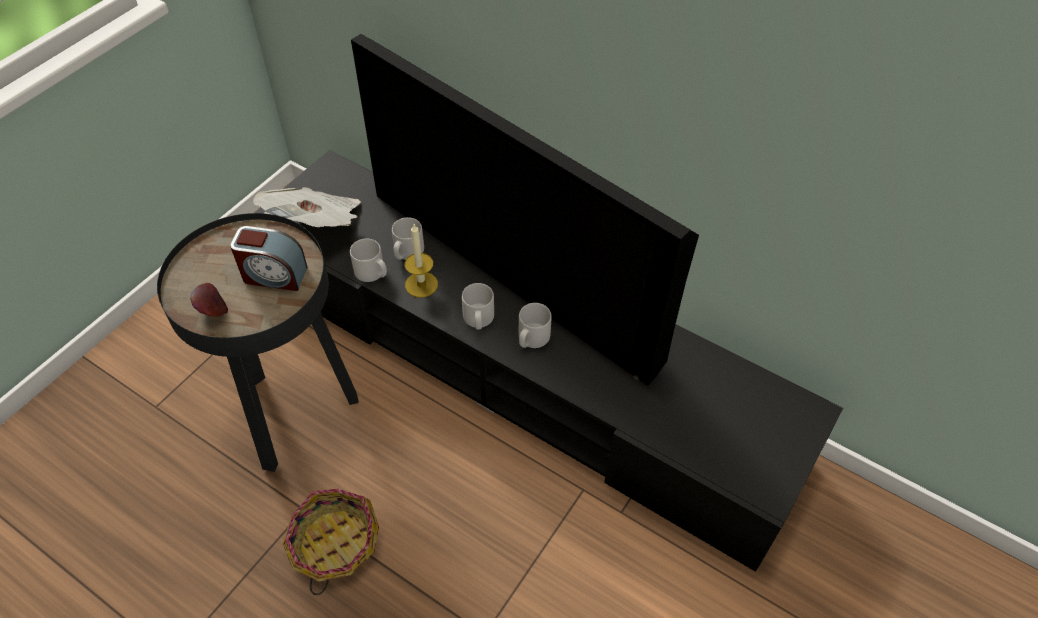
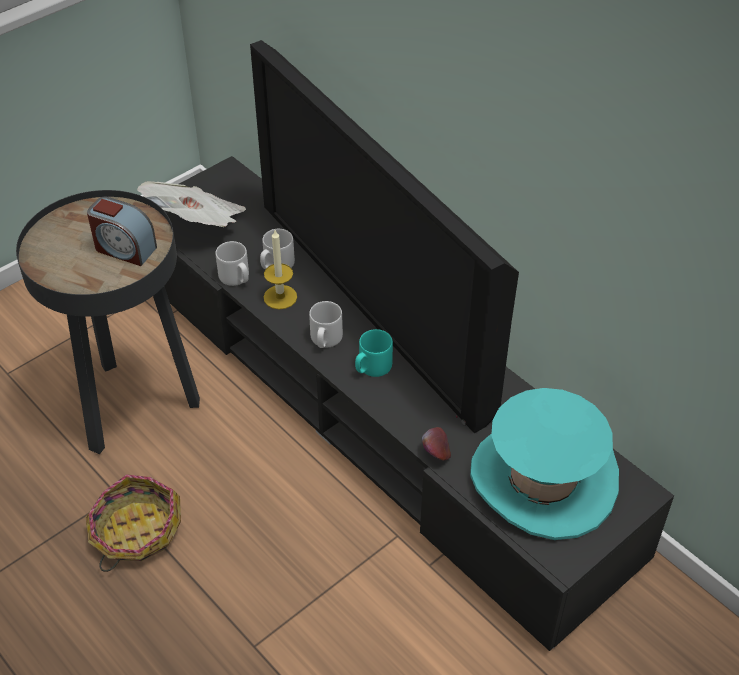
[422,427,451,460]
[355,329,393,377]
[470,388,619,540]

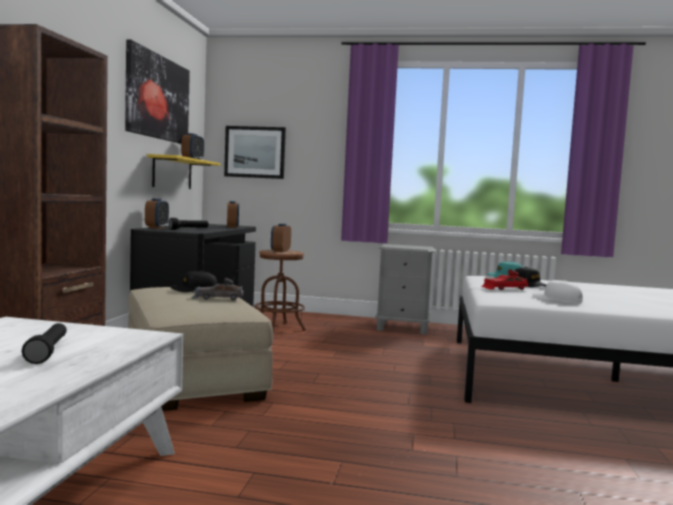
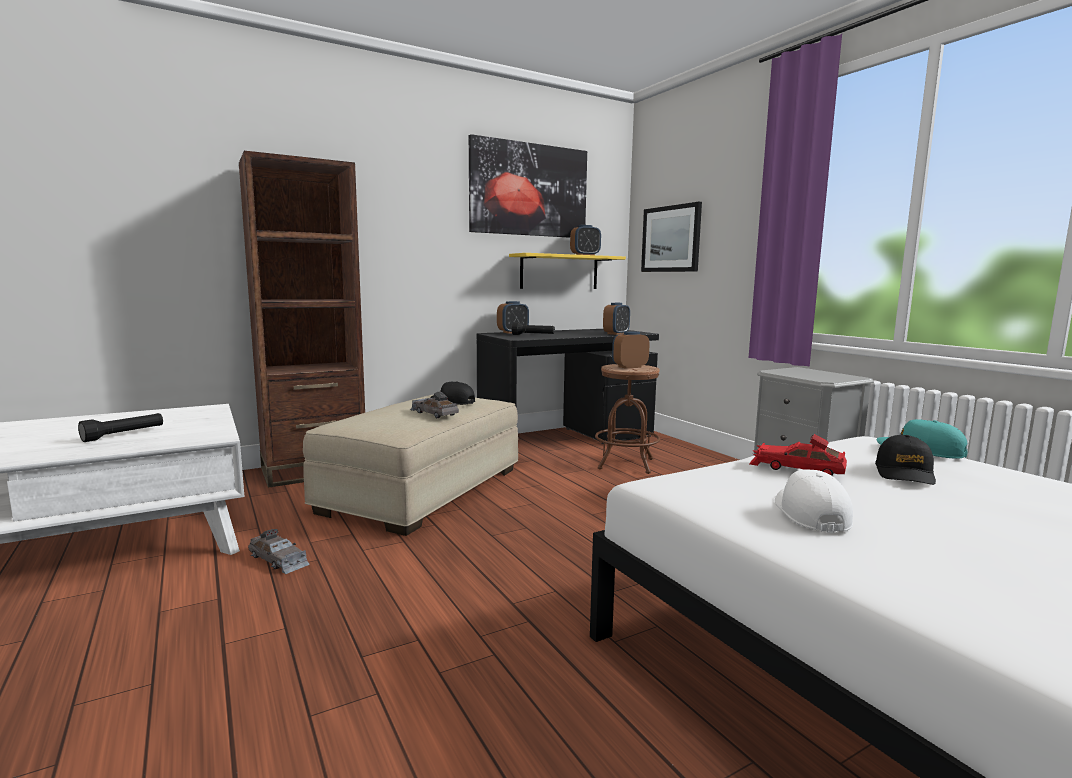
[248,529,310,574]

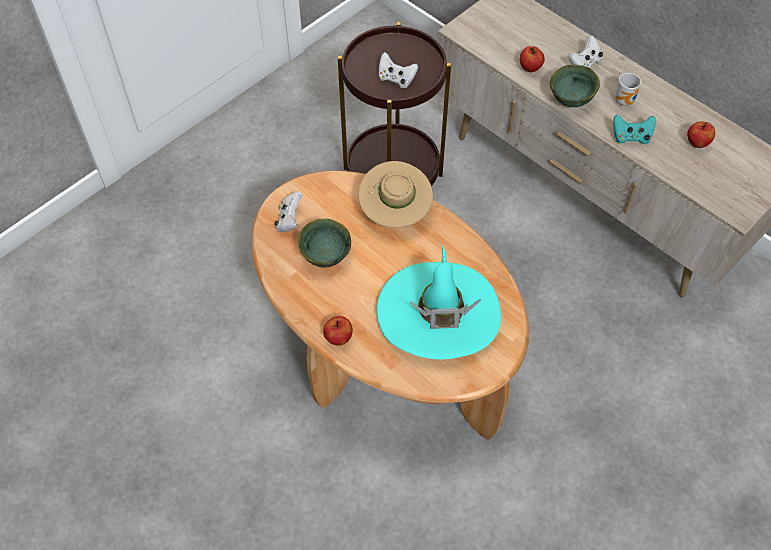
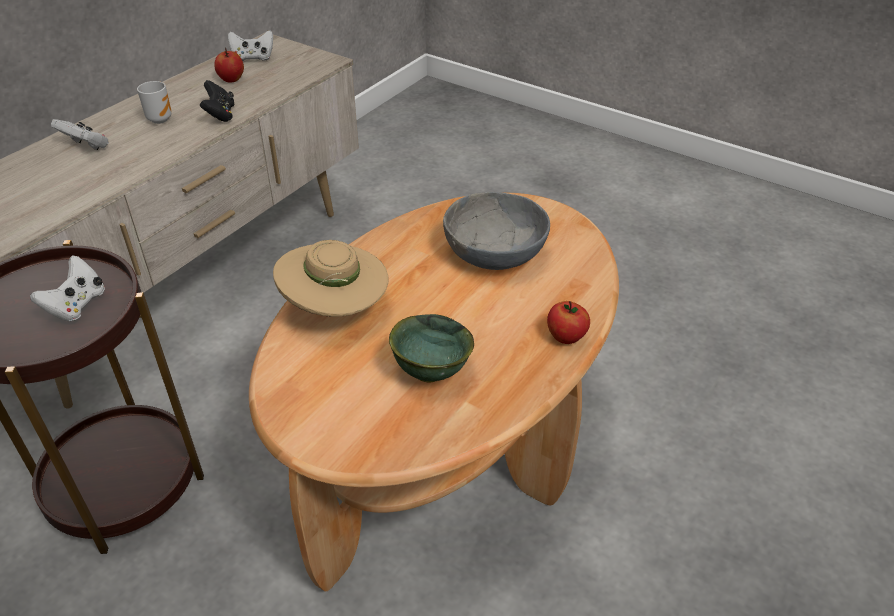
[520,46,545,72] (first image)
[550,65,600,107] (first image)
[200,80,234,122]
[228,30,273,61]
[443,192,550,270]

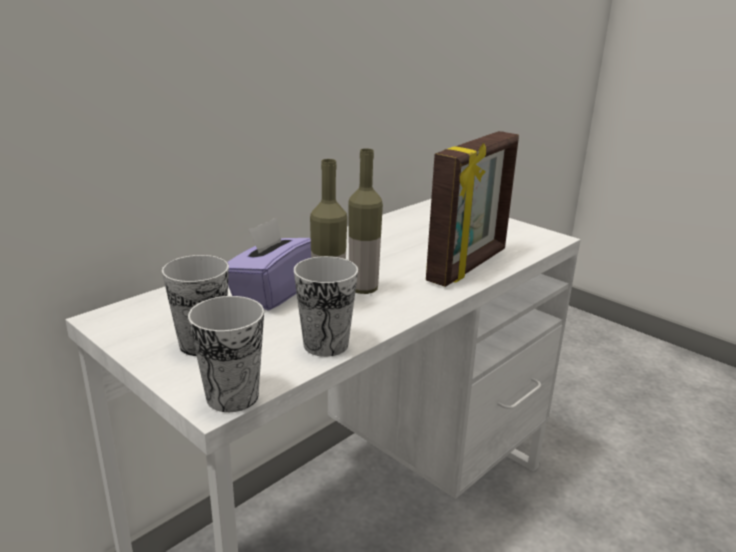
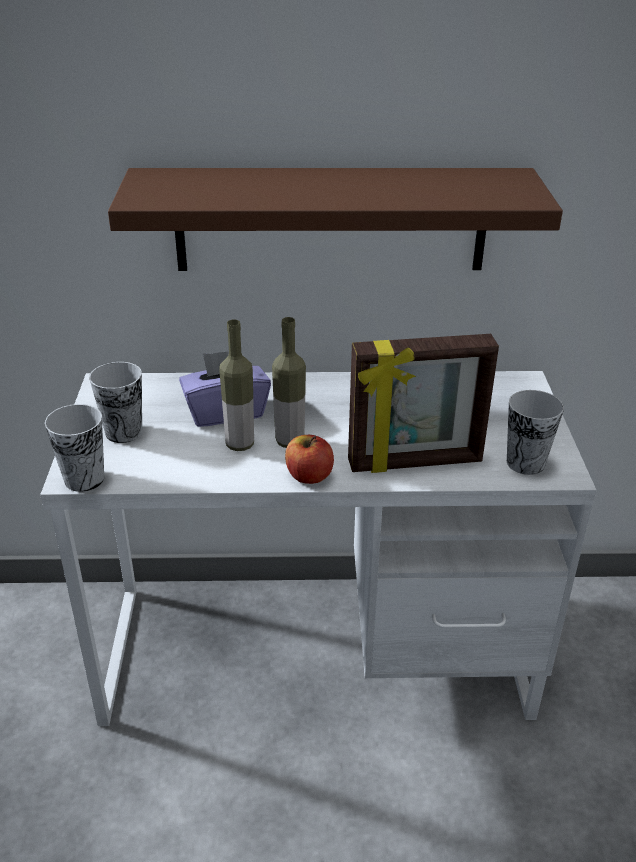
[507,390,564,475]
[108,168,563,271]
[285,435,334,484]

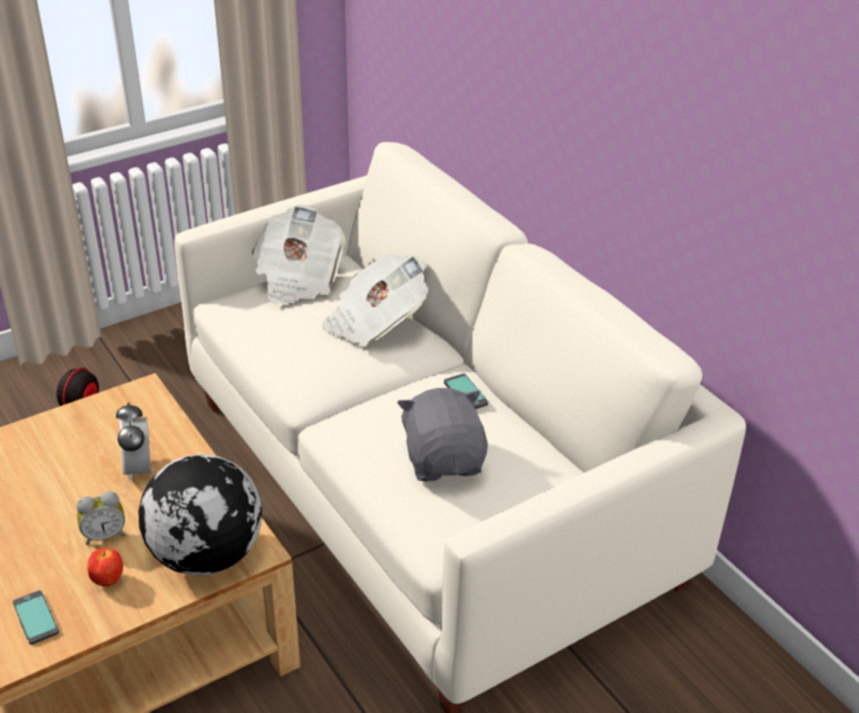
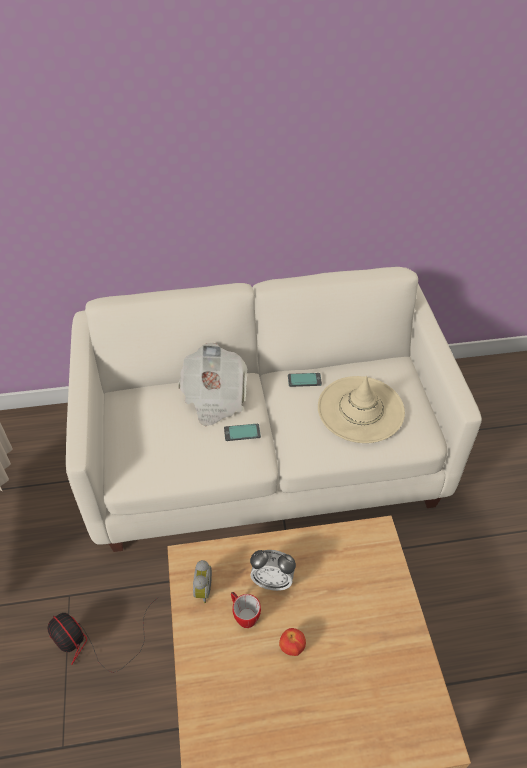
[252,205,346,304] (first image)
[318,376,405,443]
[138,454,262,576] (first image)
[193,560,212,603]
[279,628,306,656]
[224,424,261,441]
[231,592,261,628]

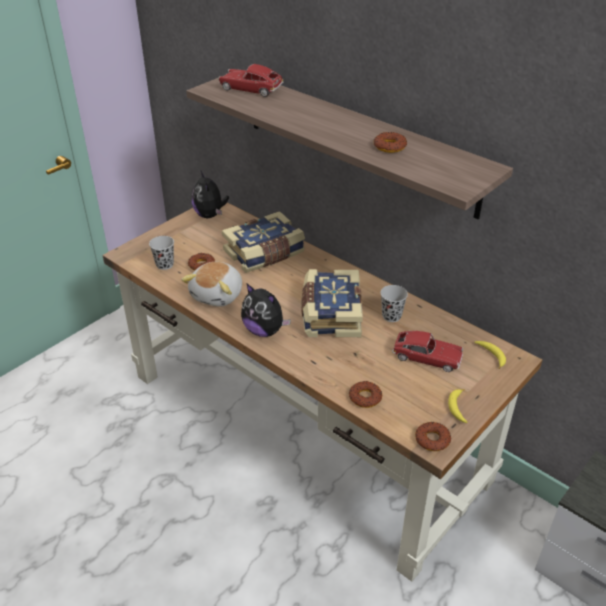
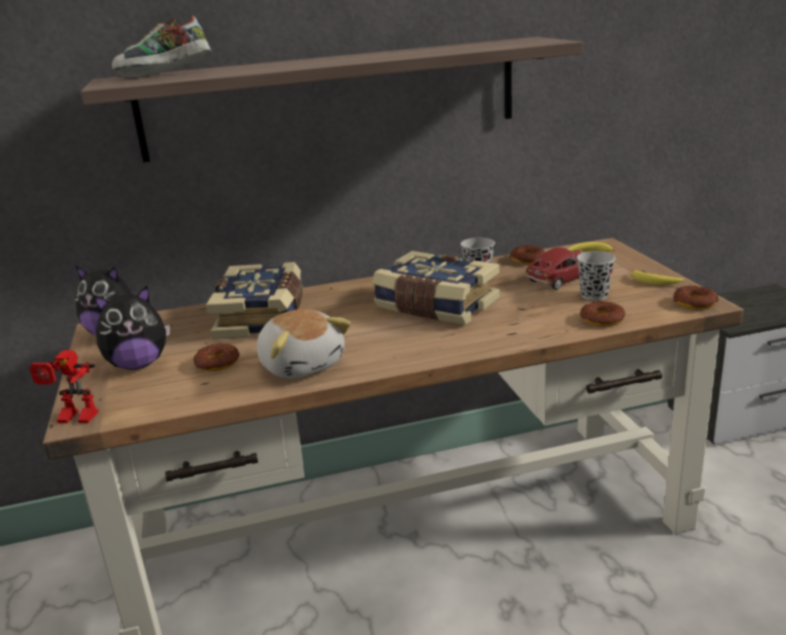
[112,16,211,78]
[509,245,545,264]
[577,251,615,301]
[94,286,170,370]
[29,350,99,423]

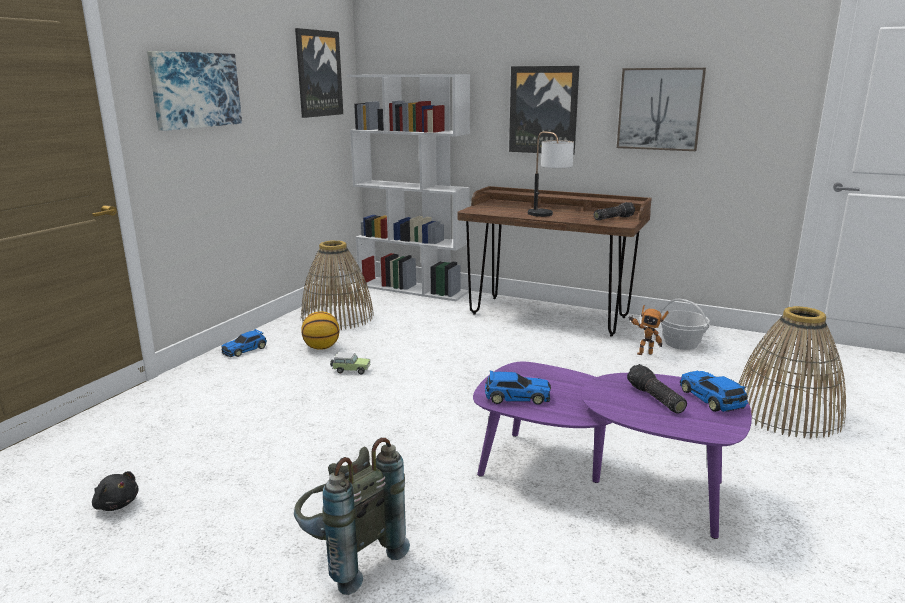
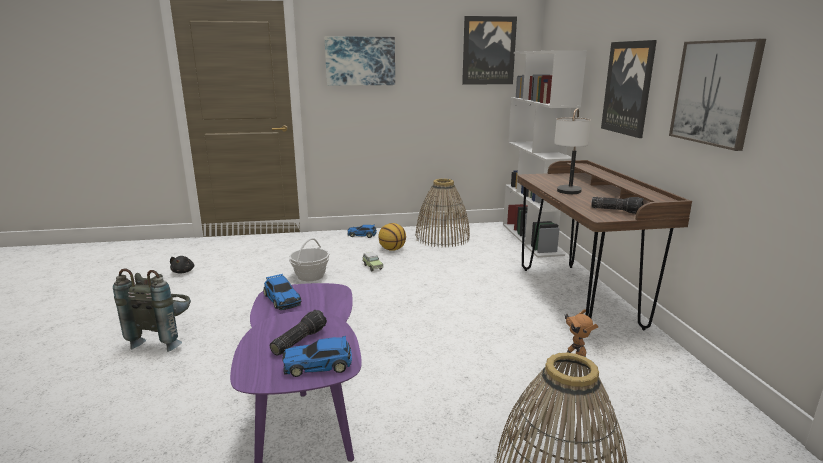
[289,238,329,281]
[282,336,352,377]

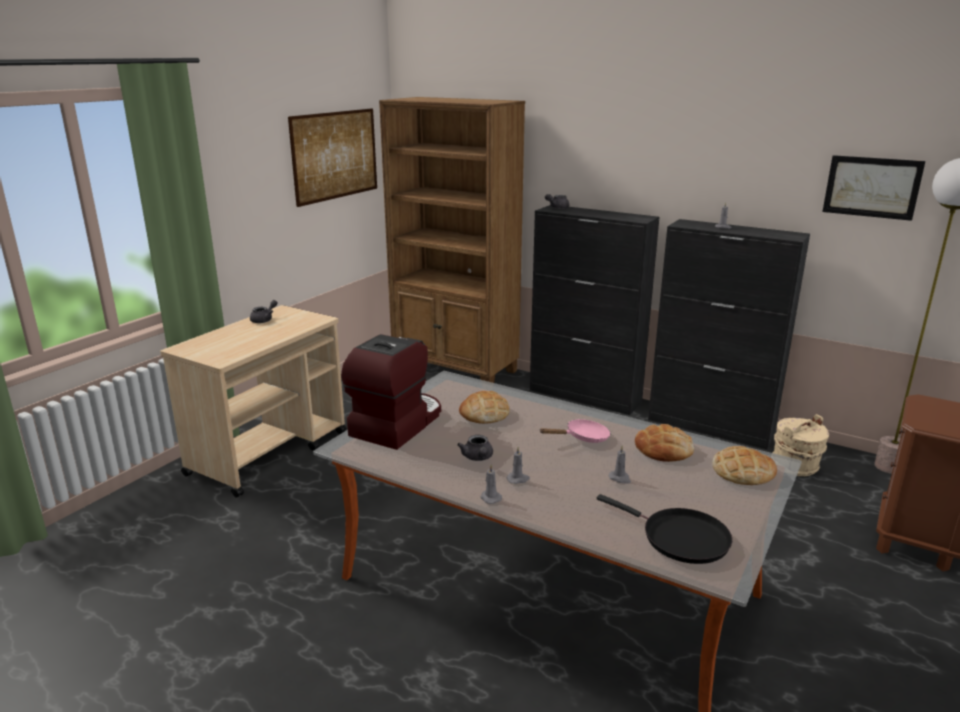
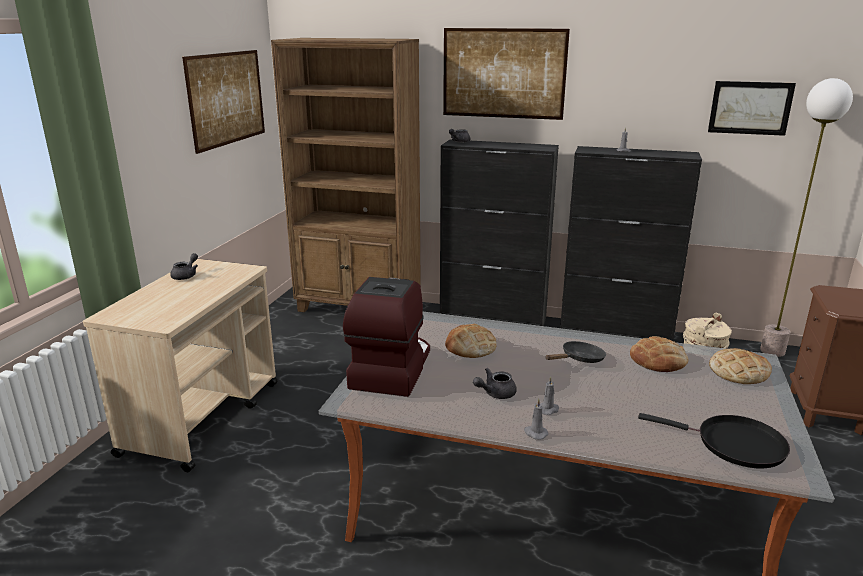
[545,341,606,363]
[473,368,517,399]
[609,445,631,483] (first image)
[443,28,570,120]

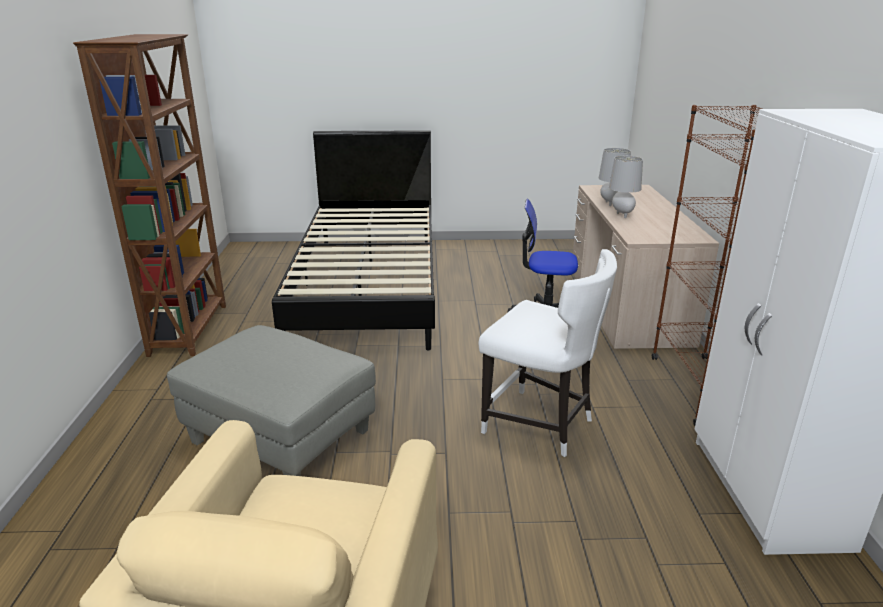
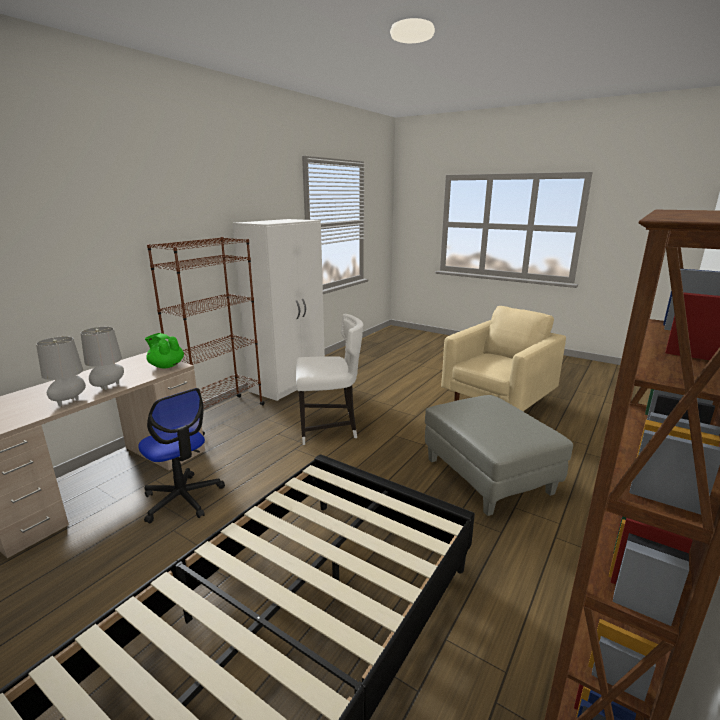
[296,314,363,445]
[145,333,184,368]

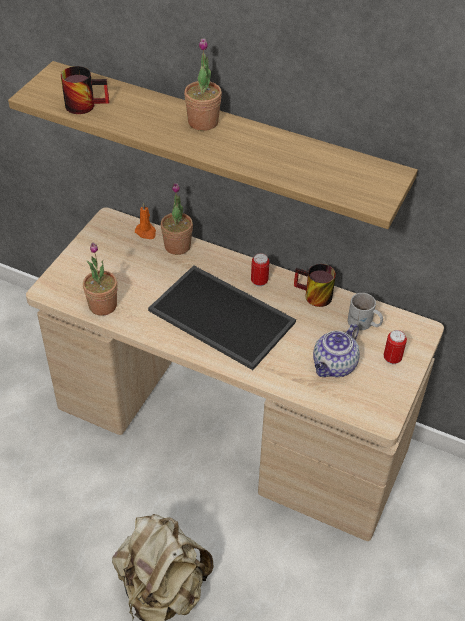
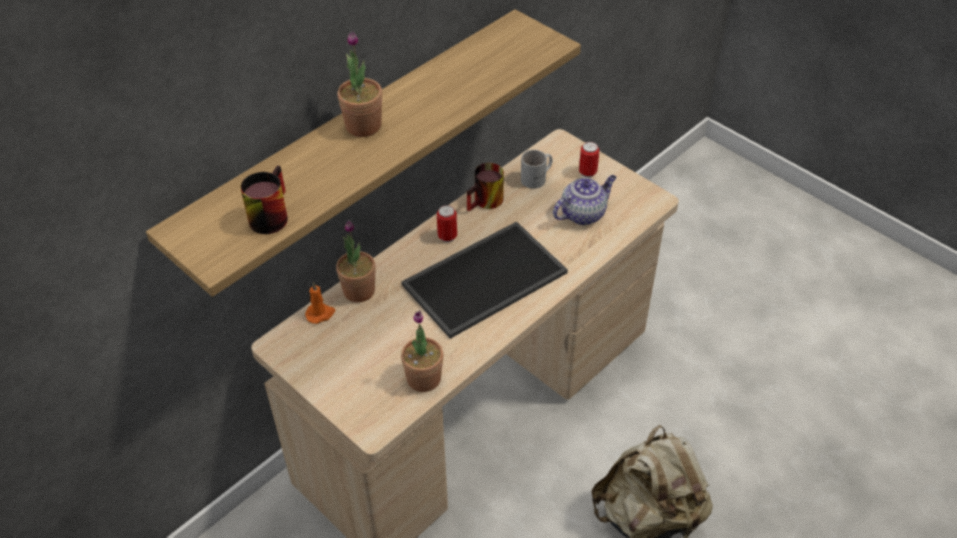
[553,175,616,225]

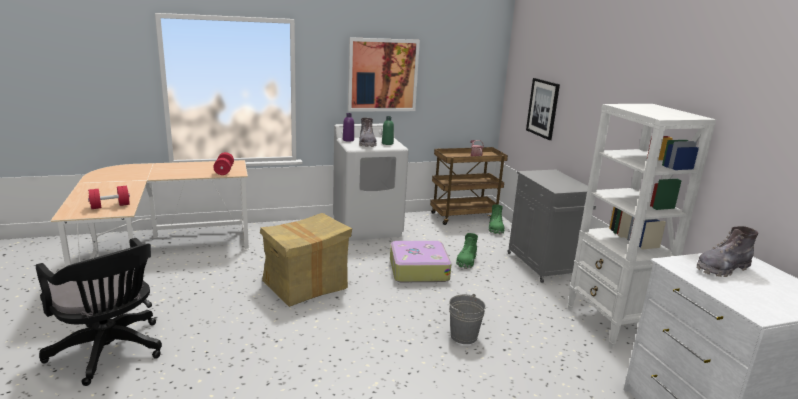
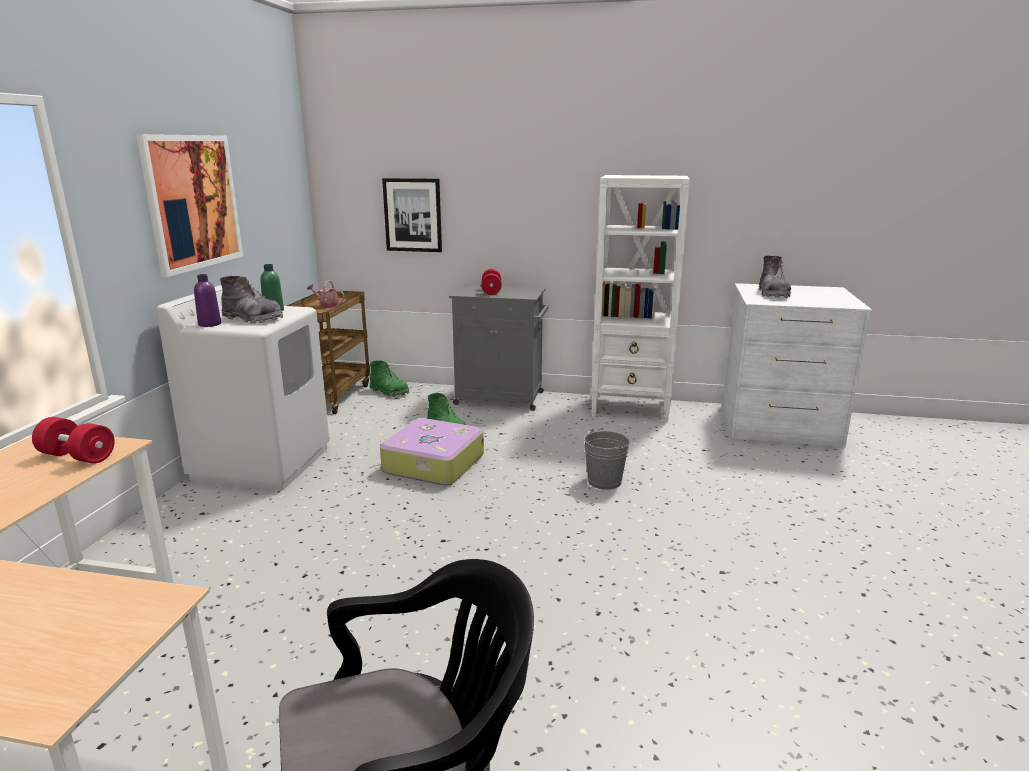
[481,269,501,295]
[260,213,352,307] (first image)

